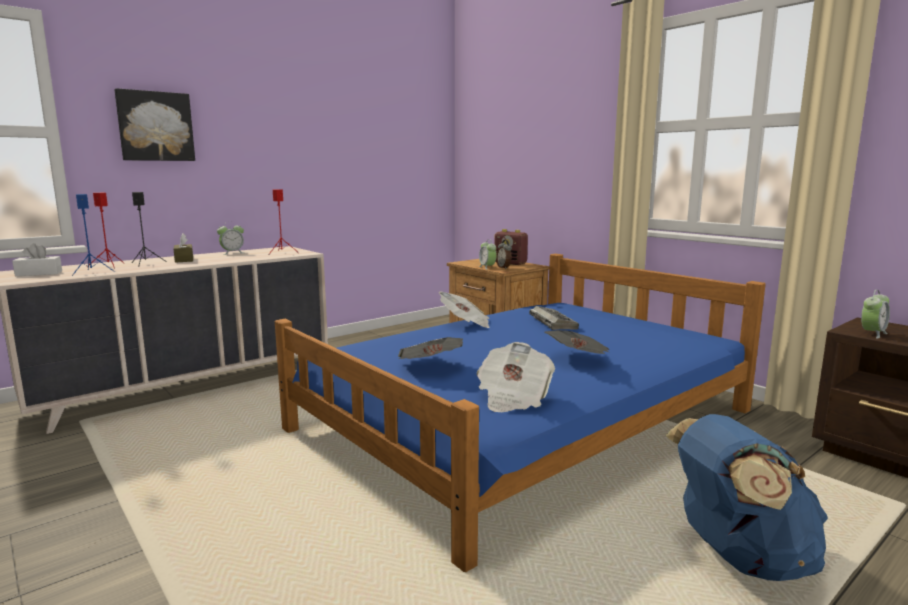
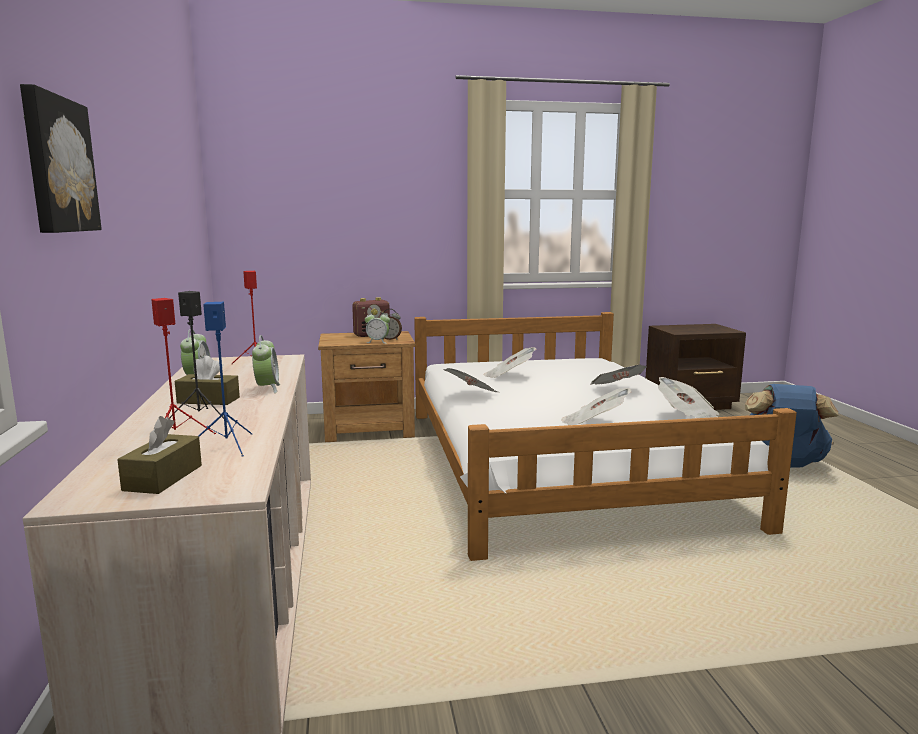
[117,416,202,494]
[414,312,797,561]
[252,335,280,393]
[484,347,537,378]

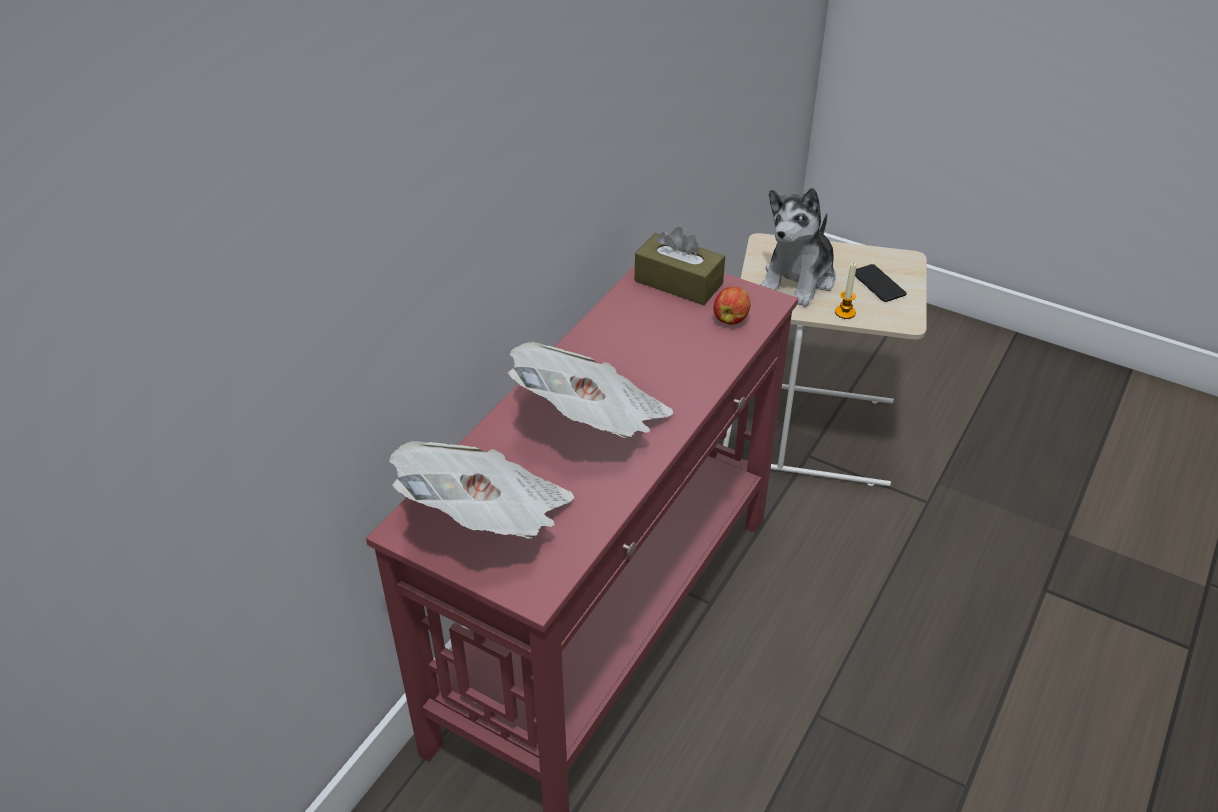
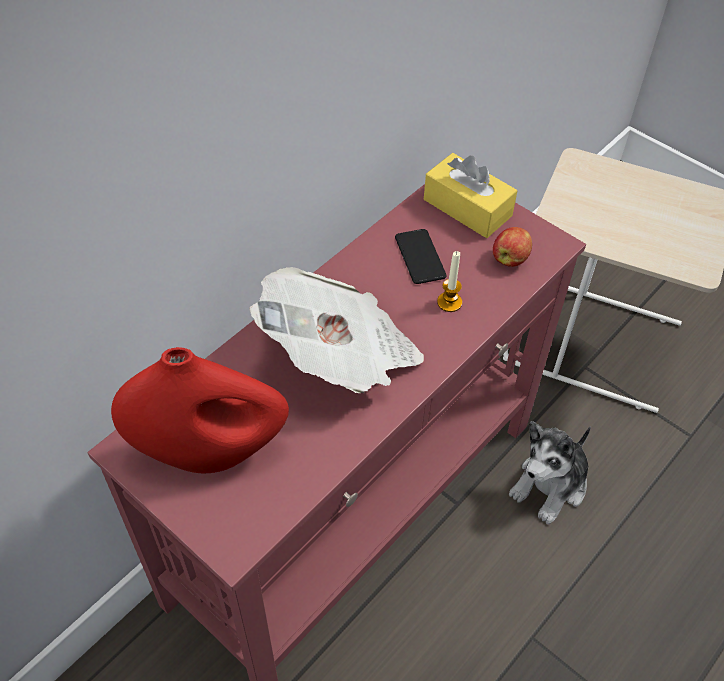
[509,421,591,524]
[424,153,517,238]
[437,251,462,312]
[395,229,447,284]
[111,347,289,473]

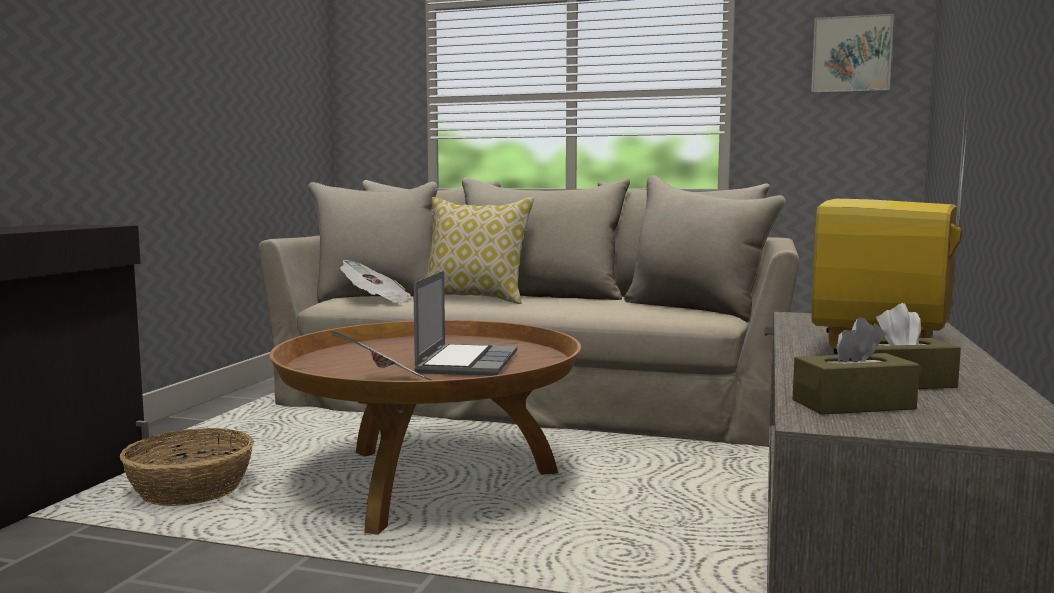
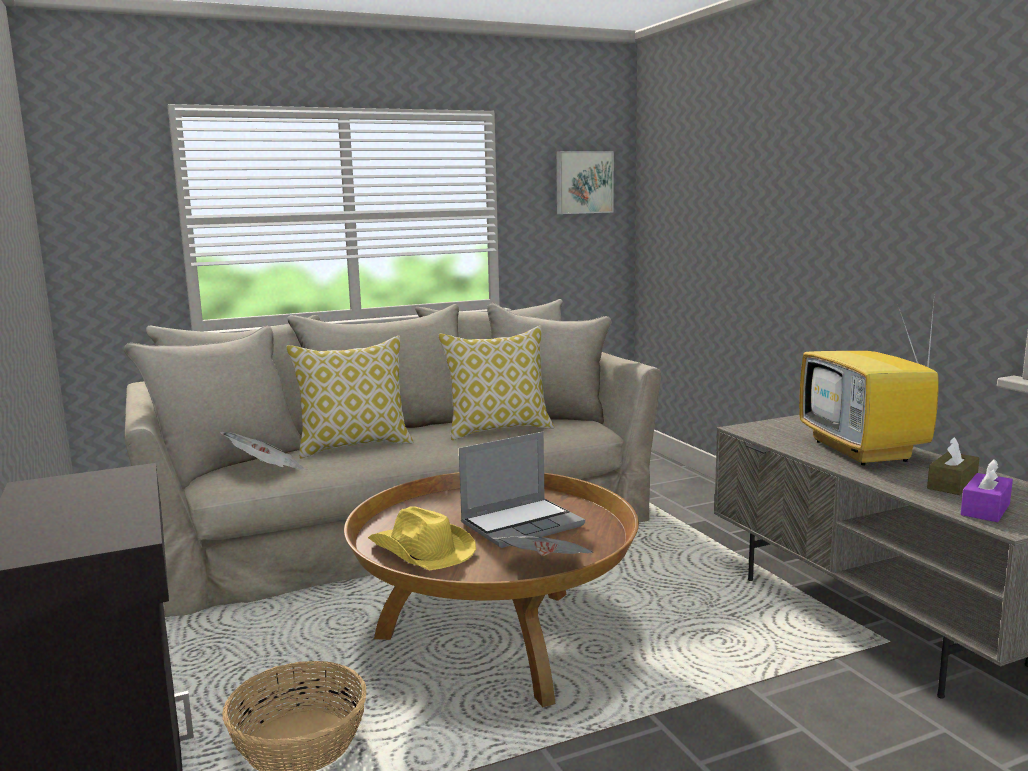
[459,432,585,548]
[961,459,1013,522]
[438,326,555,440]
[368,506,476,571]

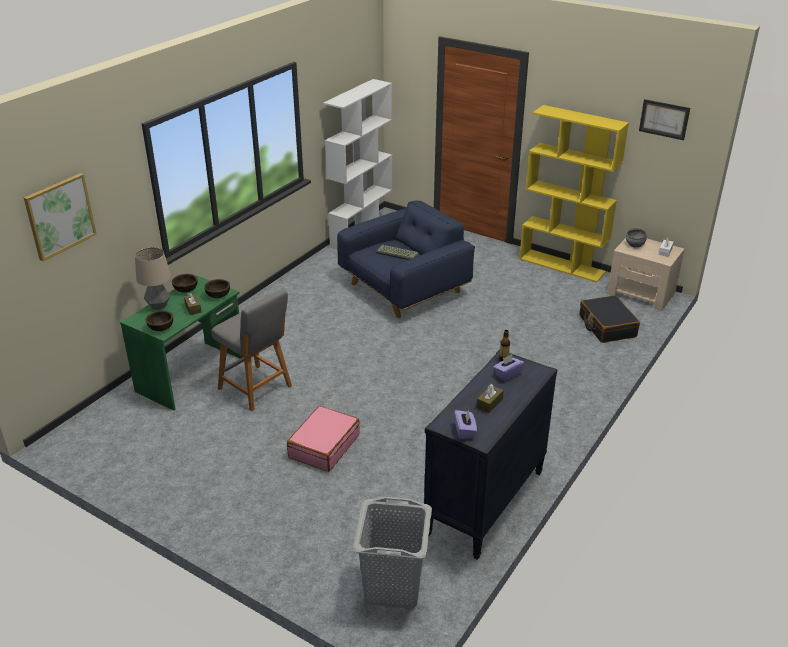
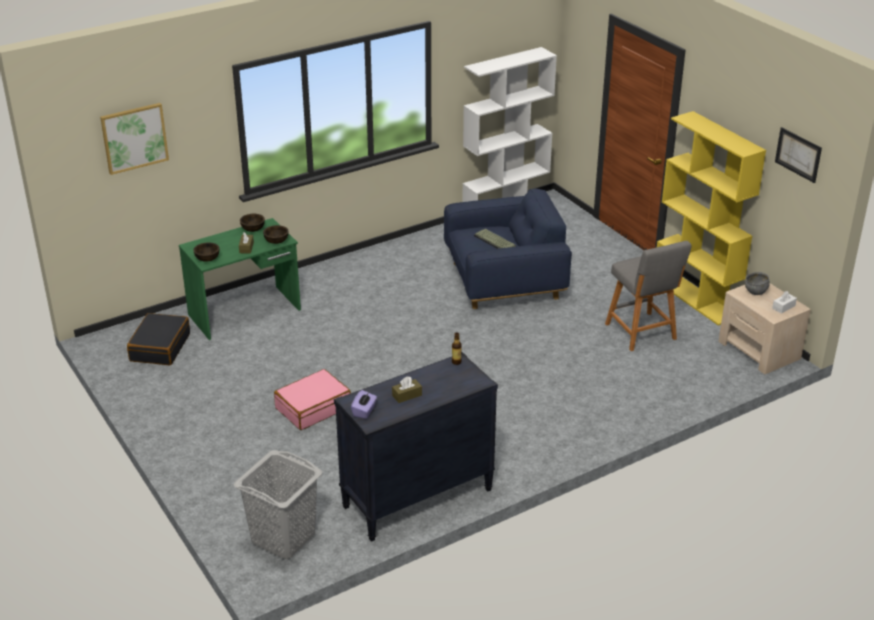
[135,247,171,310] (first image)
[605,241,691,351]
[127,313,190,365]
[493,354,524,381] (first image)

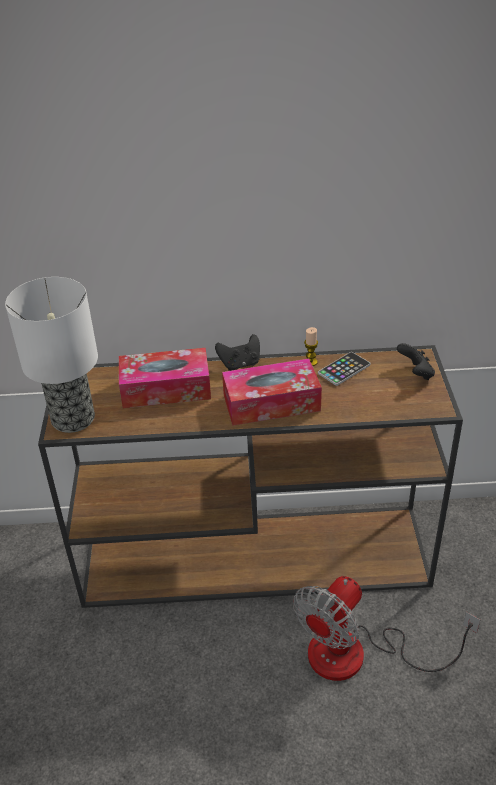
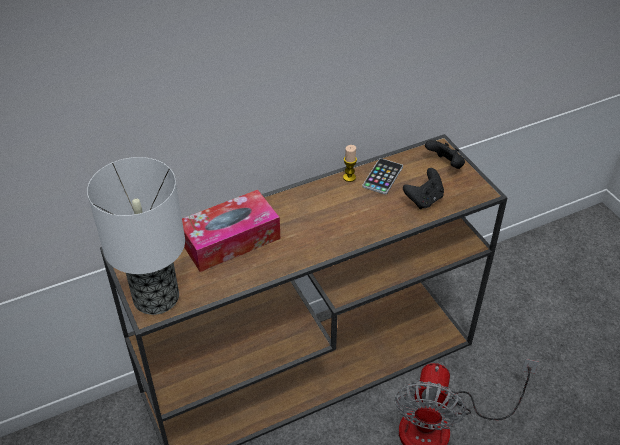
[403,168,444,209]
[222,359,322,426] (first image)

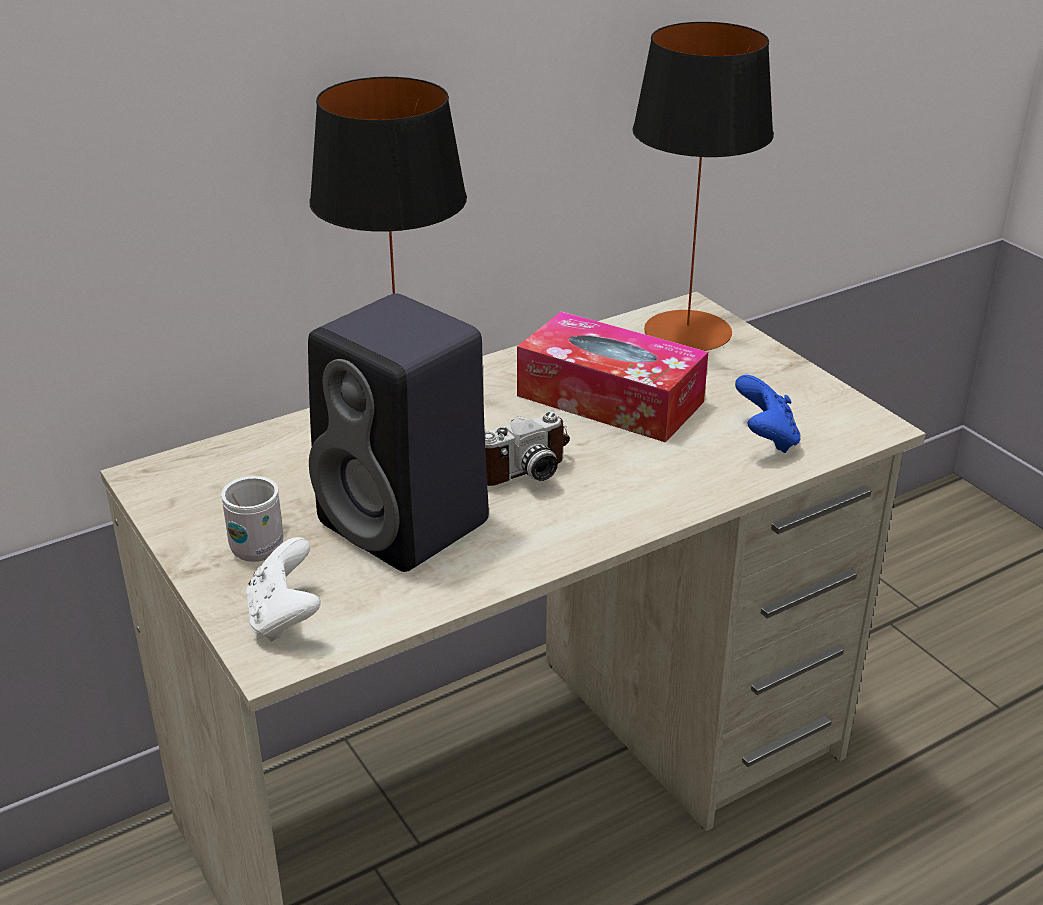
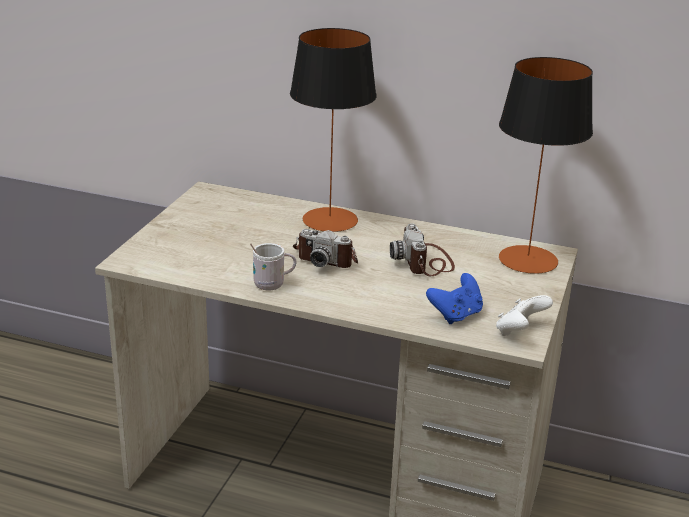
[308,293,489,572] (first image)
[390,224,455,276]
[250,243,296,291]
[496,295,553,336]

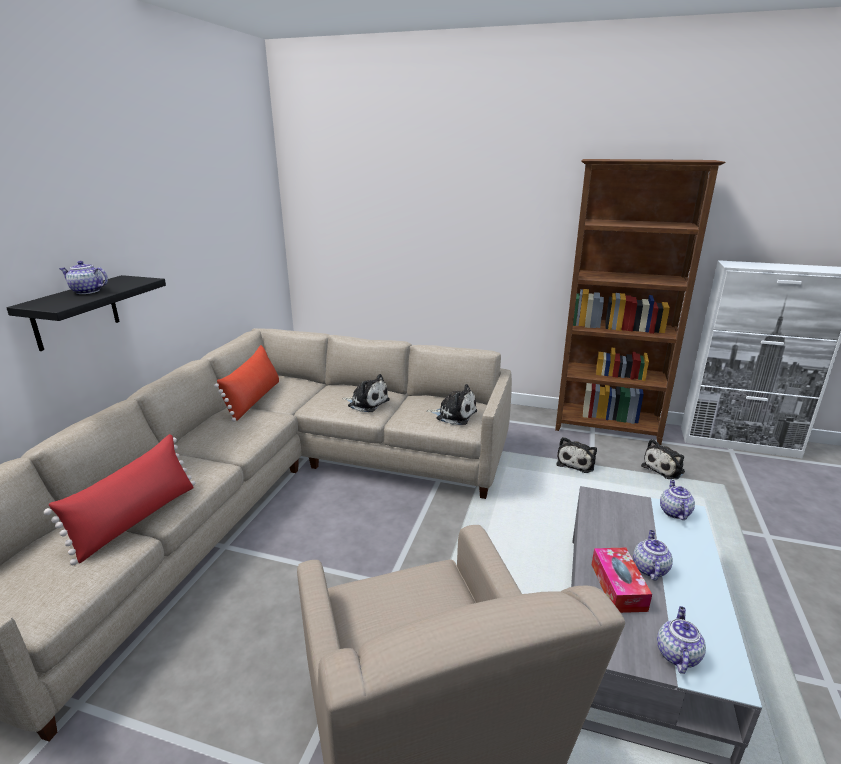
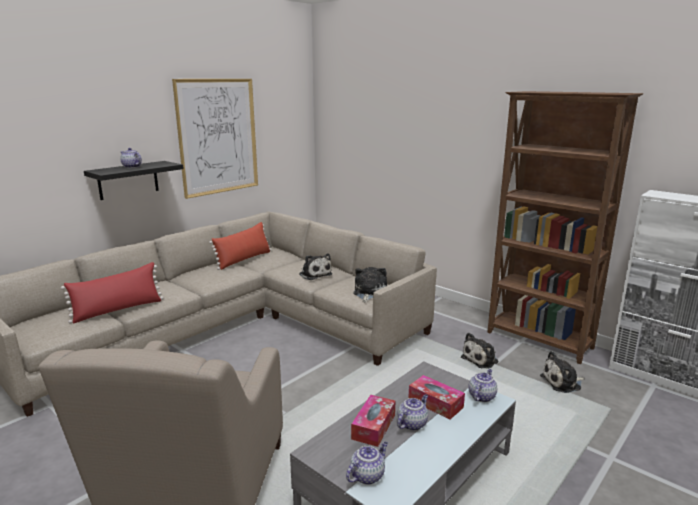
[353,267,387,303]
[172,79,258,199]
[409,375,465,419]

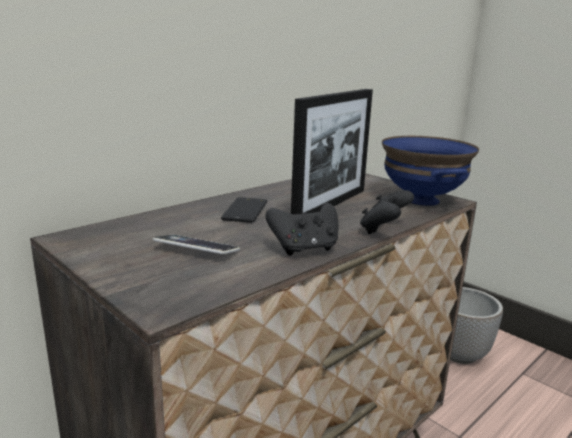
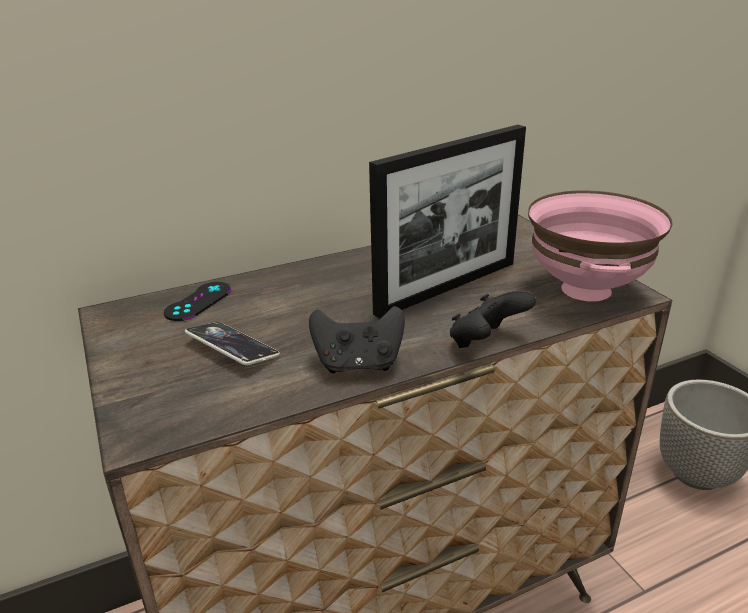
[528,190,673,302]
[221,197,267,223] (first image)
[164,282,231,321]

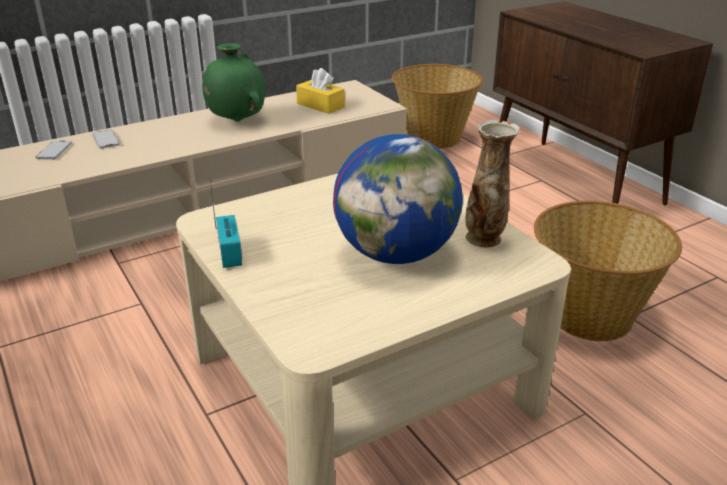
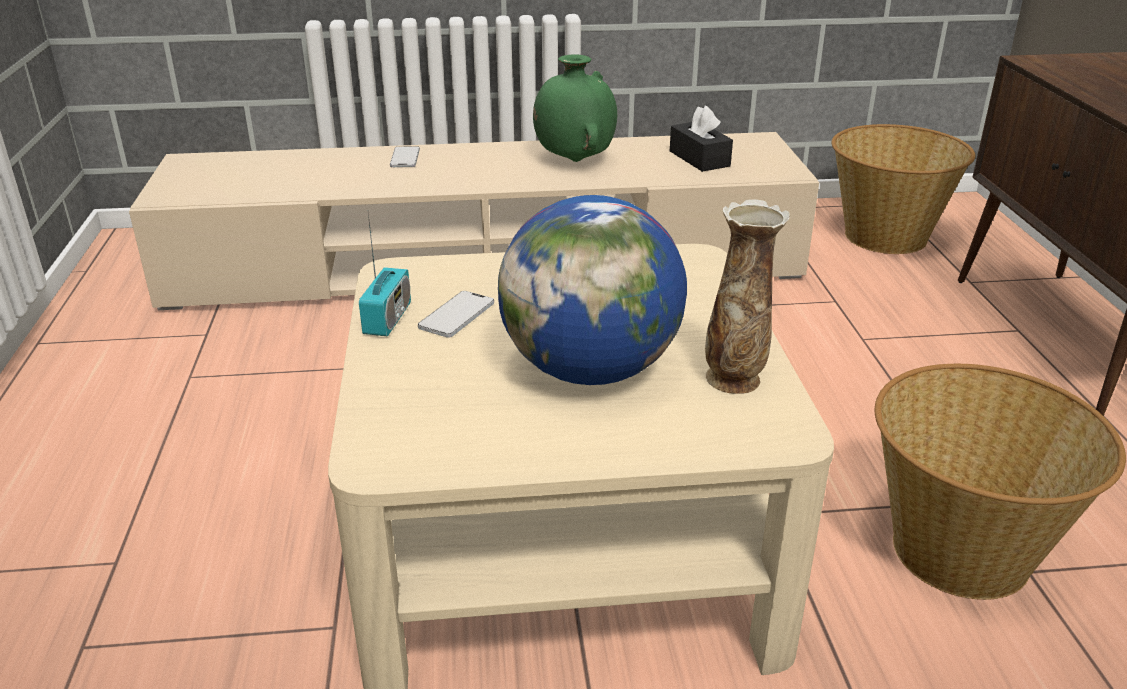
[670,105,733,172]
[418,291,494,338]

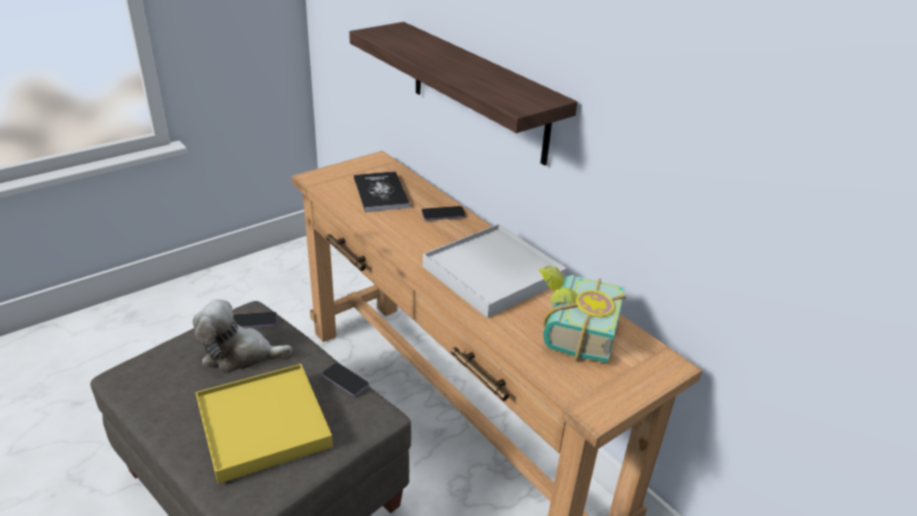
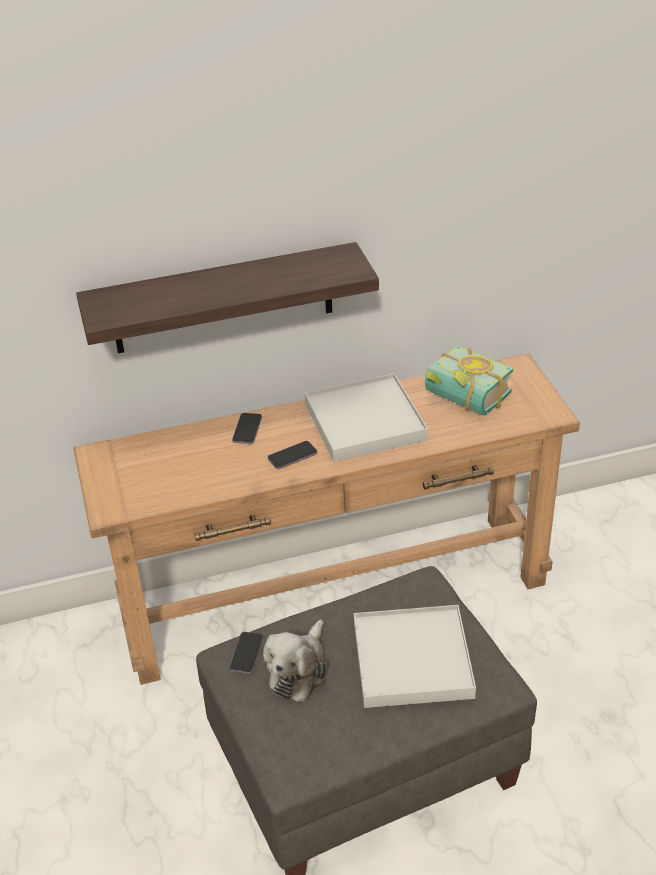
[354,171,410,212] (first image)
[268,441,317,469]
[354,605,476,708]

